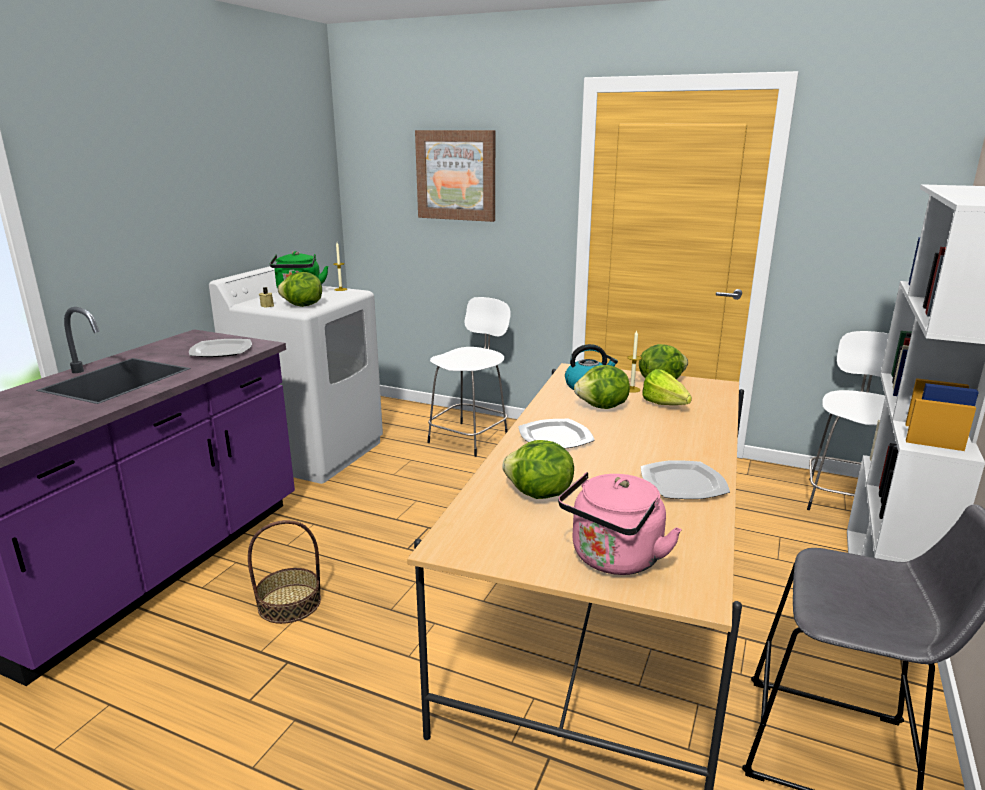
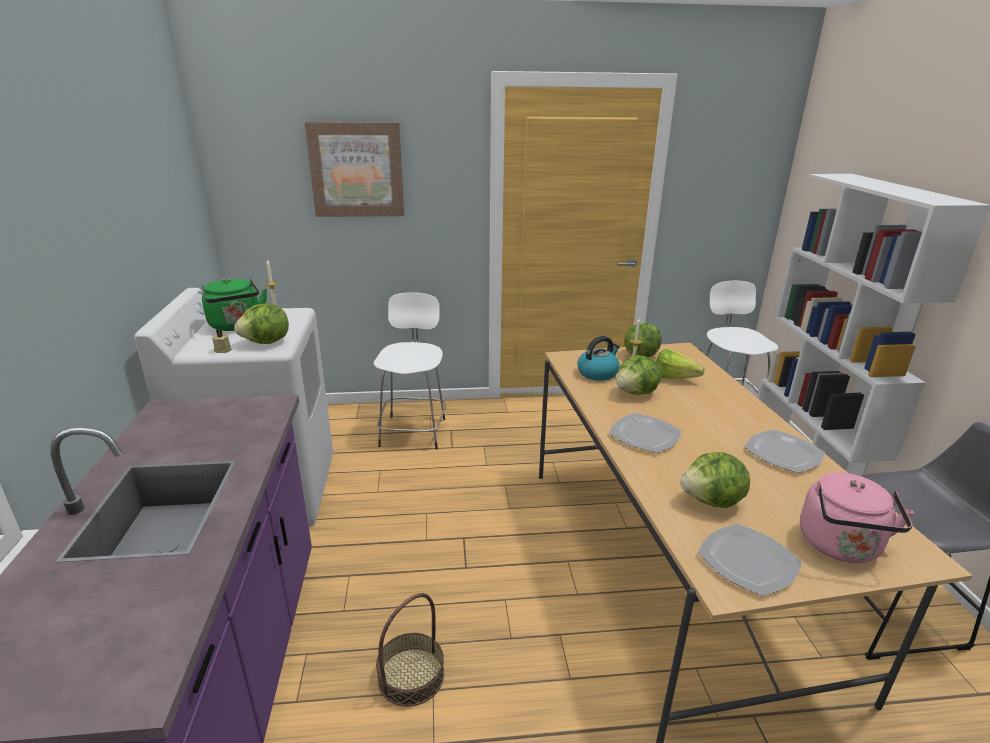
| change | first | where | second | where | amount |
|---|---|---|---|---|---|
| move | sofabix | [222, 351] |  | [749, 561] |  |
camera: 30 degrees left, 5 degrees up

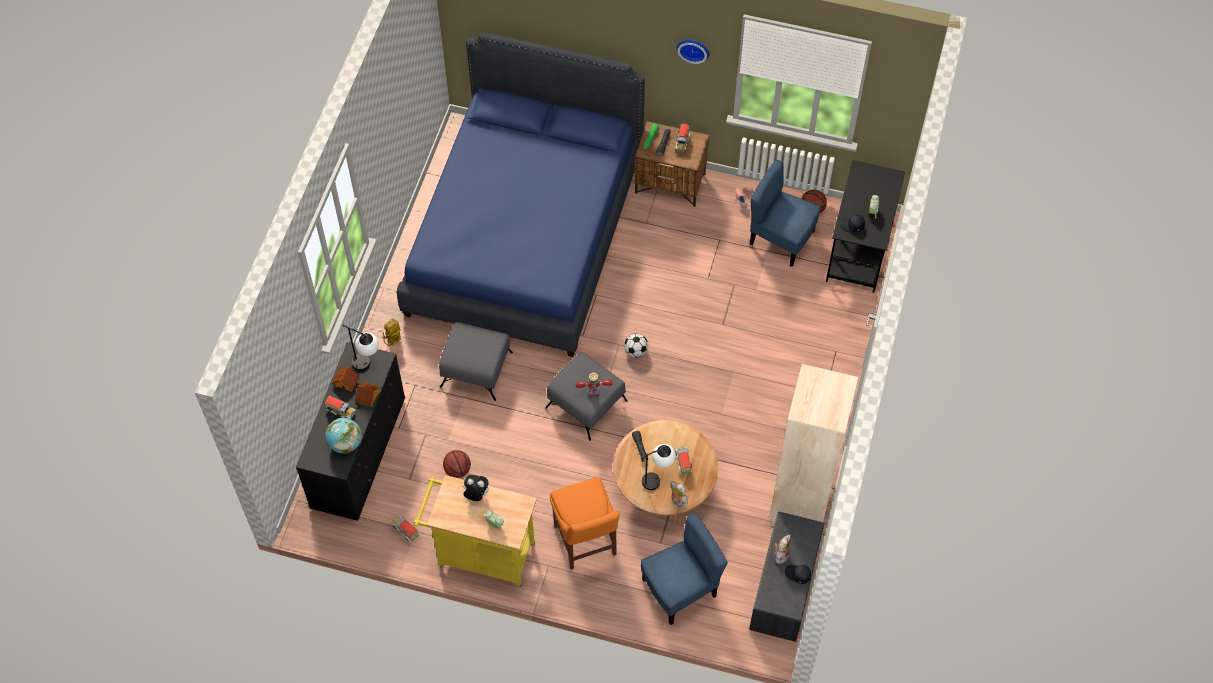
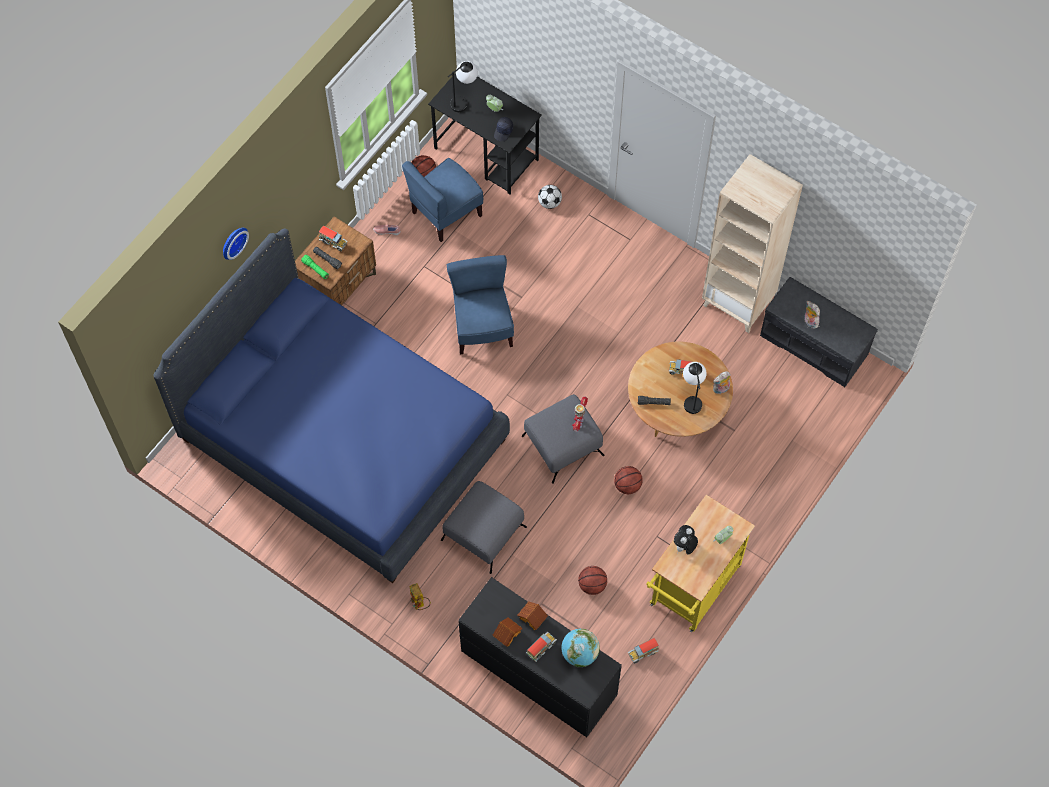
| change | first | where | second | where | amount |
|---|---|---|---|---|---|
| move | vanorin | [693, 48] |  | [232, 241] |  |
| move | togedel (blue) | [680, 589] |  | [482, 327] |  |
| move | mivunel | [368, 365] |  | [464, 100] |  |
| move | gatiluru | [636, 351] |  | [549, 203] |  |
| insert |  |  | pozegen | [627, 485] |  |
| delete | togedel (orange) | [586, 543] |  |  |  |
| delete | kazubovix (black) | [797, 575] |  |  |  |
camera: 70 degrees left, 5 degrees up

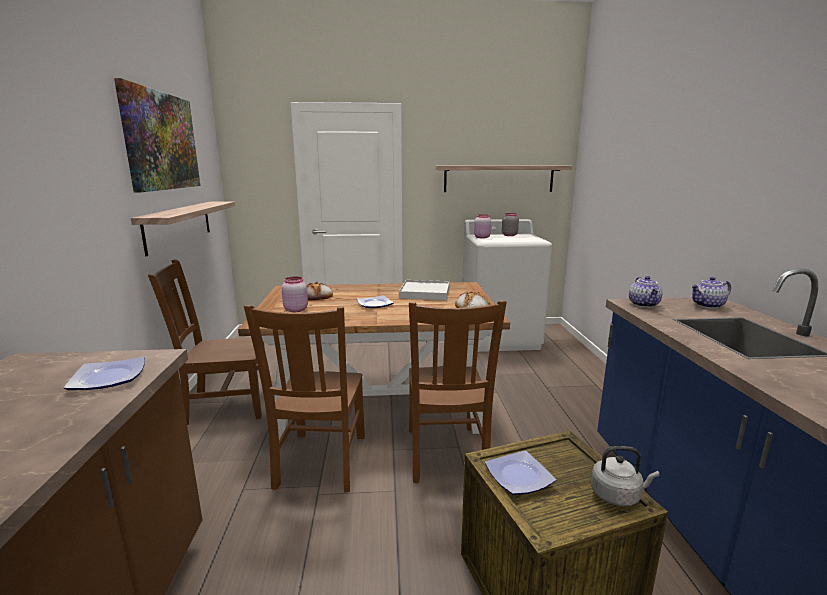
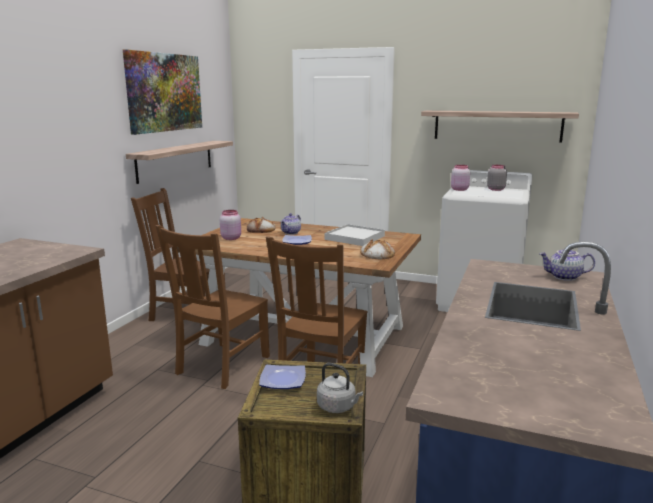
| change | first | where | second | where | amount |
|---|---|---|---|---|---|
| move | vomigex | [644, 304] |  | [291, 233] |  |
| delete | sofabix | [109, 378] |  |  |  |
camera: 25 degrees right, 0 degrees up

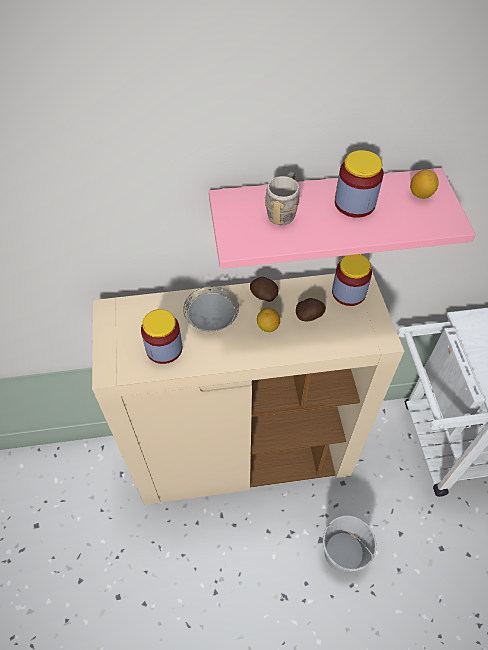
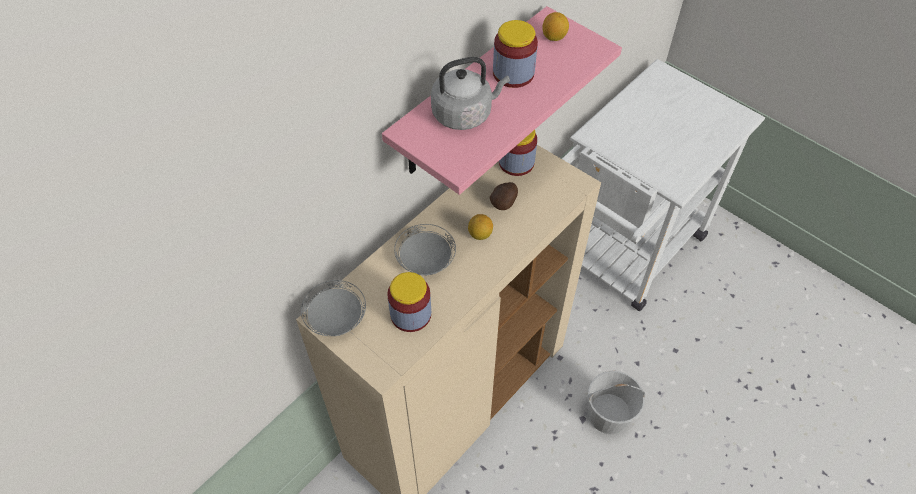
| change | first | where | second | where | amount |
|---|---|---|---|---|---|
| insert |  |  | sofabix (grey) | [335, 318] |  |
| replace | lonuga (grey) | [283, 211] | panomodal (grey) | [465, 113] |  |
| delete | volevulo | [263, 295] |  |  |  |
camera: 40 degrees left, 0 degrees up

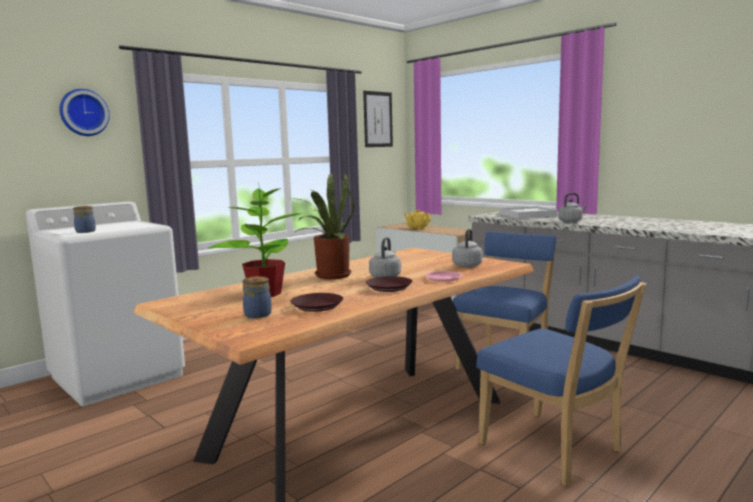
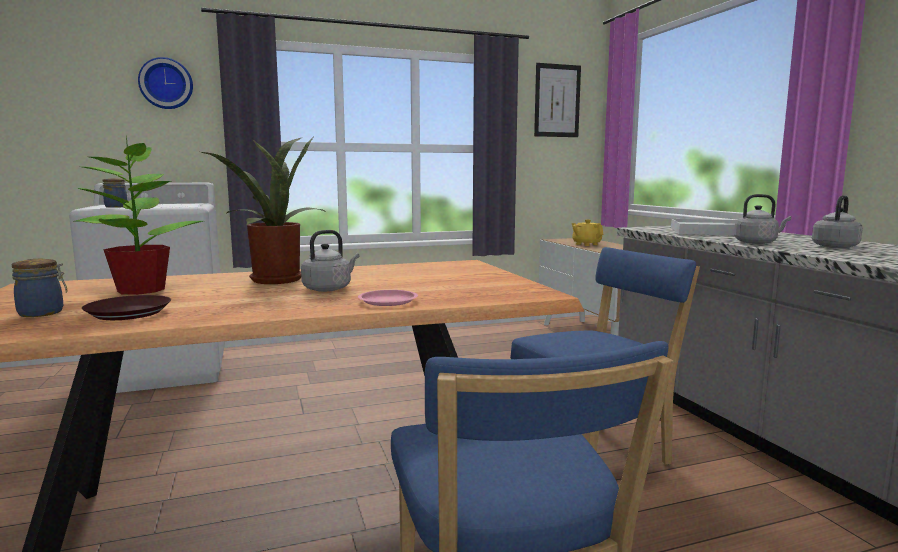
| change | first | where | second | where | amount |
|---|---|---|---|---|---|
| move | panomodal (grey) | [467, 265] |  | [835, 246] |  |
| delete | sofabix (brown) | [388, 287] |  |  |  |
camera: 25 degrees right, 0 degrees up

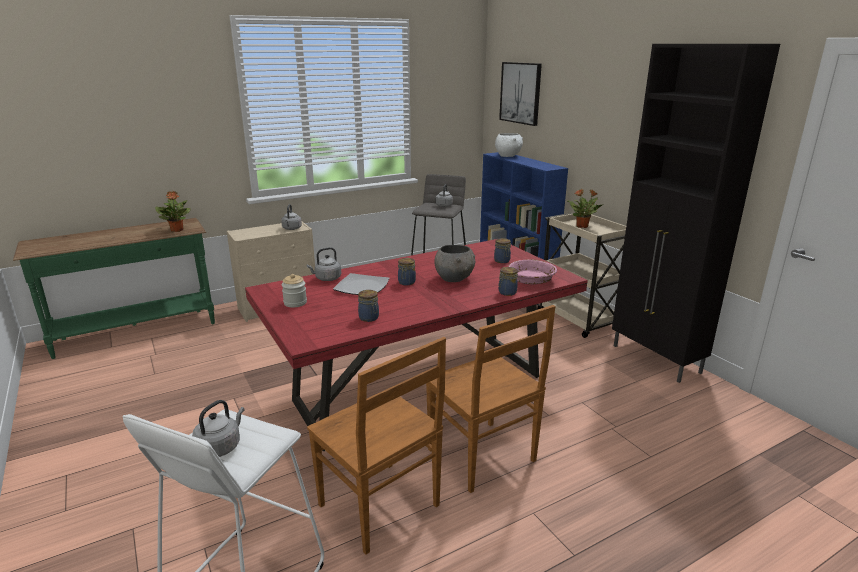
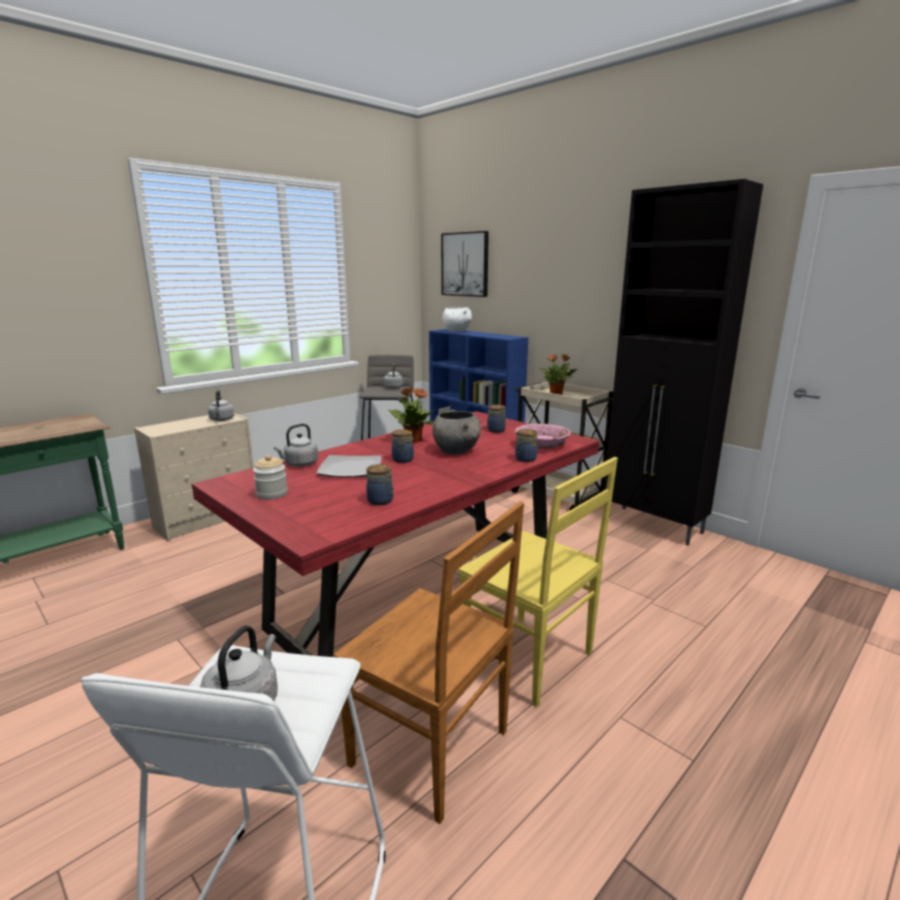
| change | first | where | second | where | amount |
|---|---|---|---|---|---|
| move | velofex | [177, 230] |  | [413, 440] |  |
| recolor | togedel (brown) | [483, 457] | togedel (yellow) | [530, 659] |  |
camera: 15 degrees left, 5 degrees down

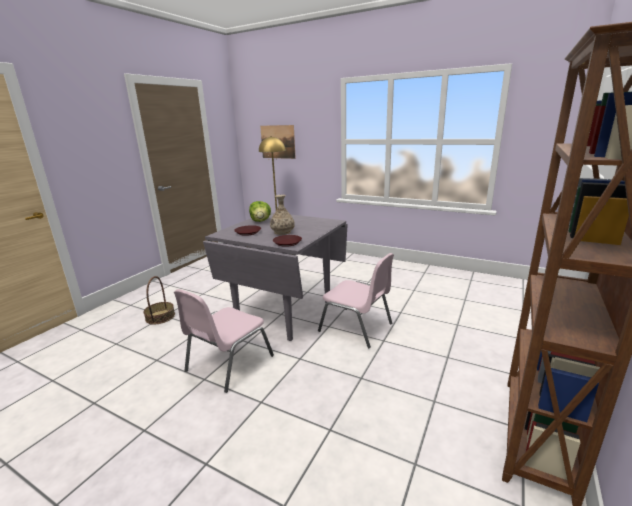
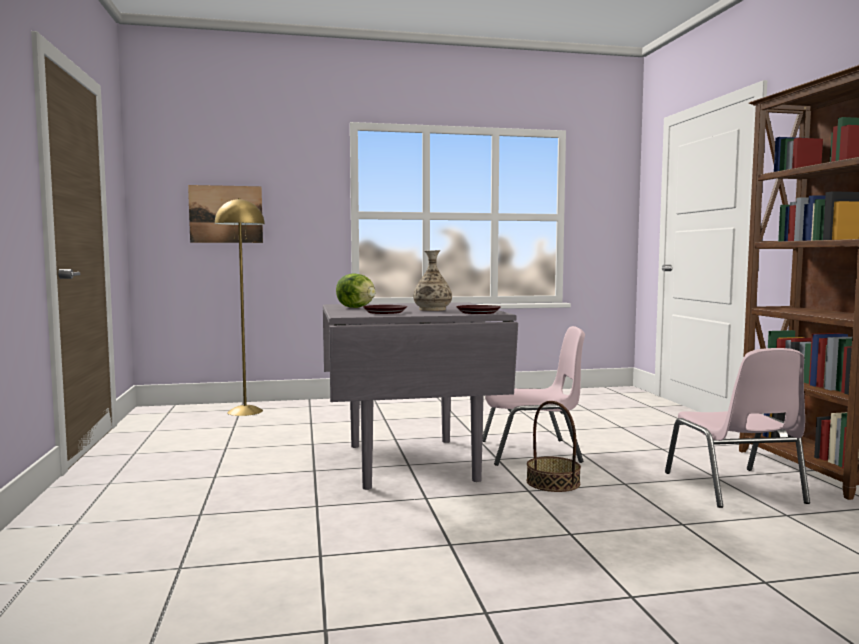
| change | first | where | second | where | amount |
|---|---|---|---|---|---|
| move | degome | [160, 317] |  | [553, 482] |  |
| move | togedel (pink) | [228, 363] |  | [734, 488] |  |
camera: 40 degrees left, 15 degrees down

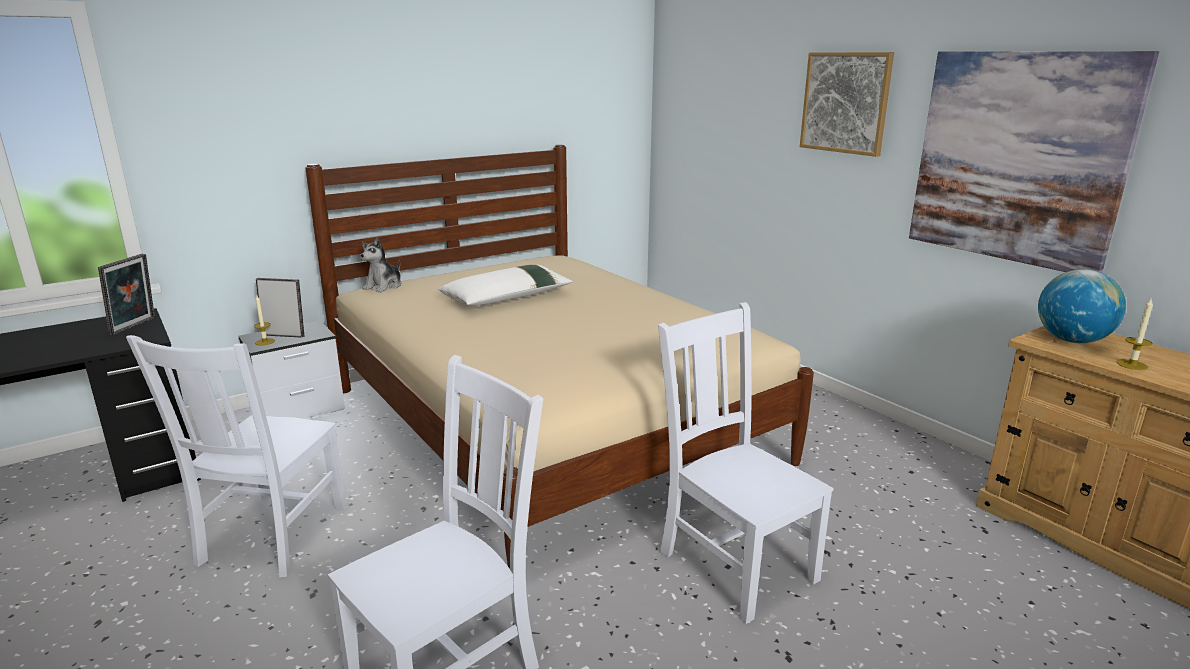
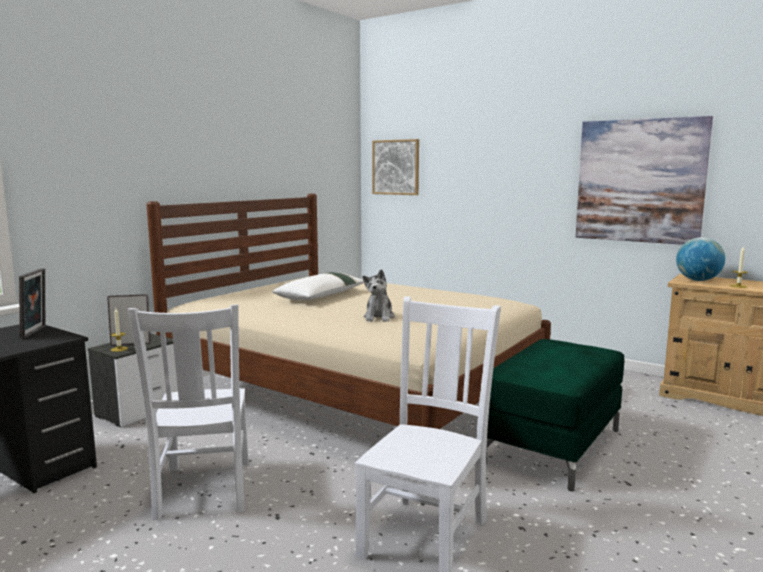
| change | first | where | second | where | amount |
|---|---|---|---|---|---|
| move | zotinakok | [384, 286] |  | [379, 317] |  |
| move | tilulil | [845, 102] |  | [396, 167] |  |
| replace | togedel (white) | [733, 563] | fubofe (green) | [553, 445] |  |
camera: 20 degrees left, 10 degrees down

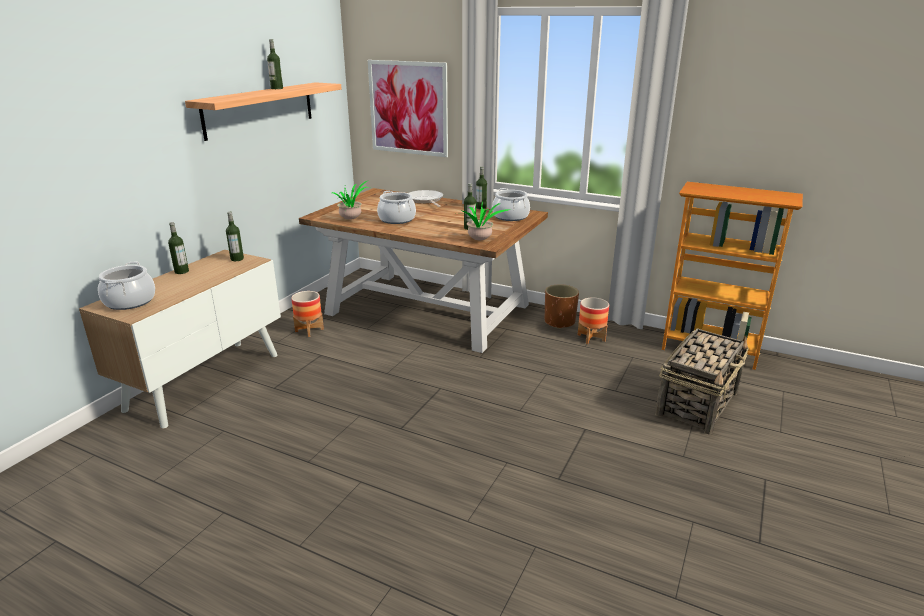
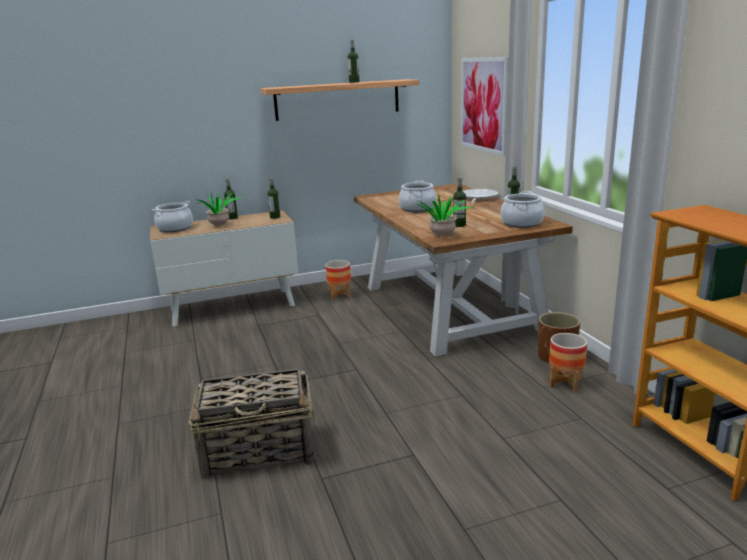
| change | first | where | second | where | amount |
|---|---|---|---|---|---|
| move | degome | [697, 403] |  | [260, 451] |  |
| move | velofex | [352, 220] |  | [220, 226] |  |
camera: 45 degrees right, 5 degrees down

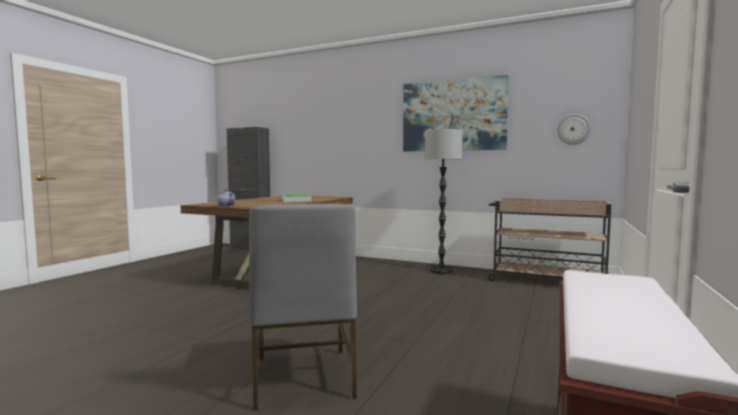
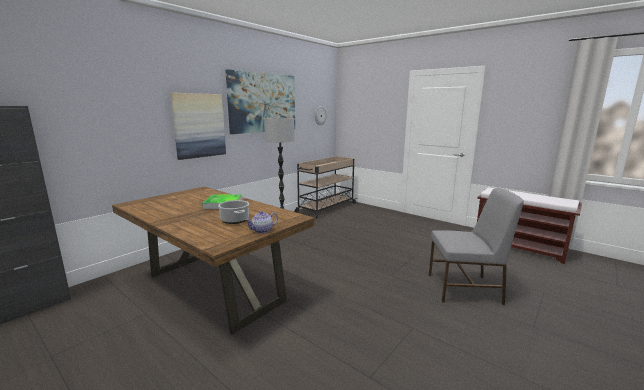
| change | first | where | second | where | amount |
|---|---|---|---|---|---|
| insert |  |  | tilulil | [199, 125] |  |
| insert |  |  | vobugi | [234, 220] |  |
camera: 75 degrees left, 10 degrees up

